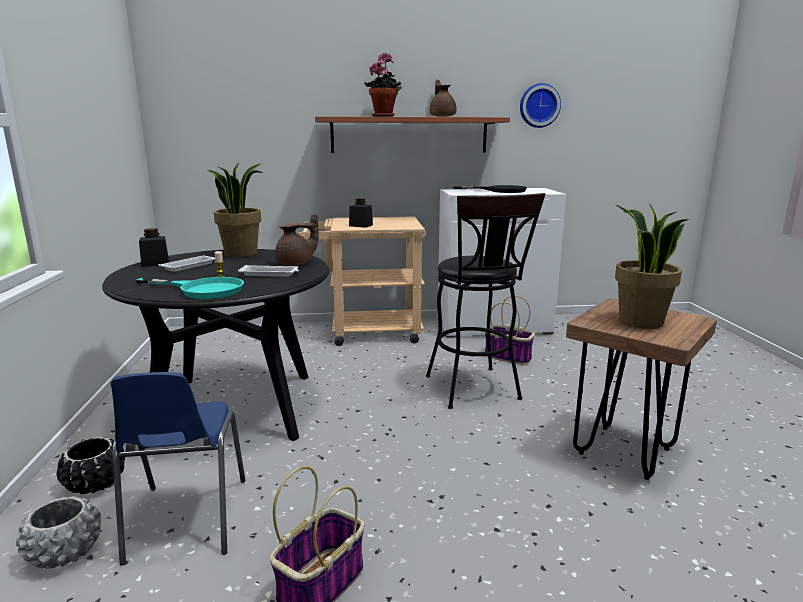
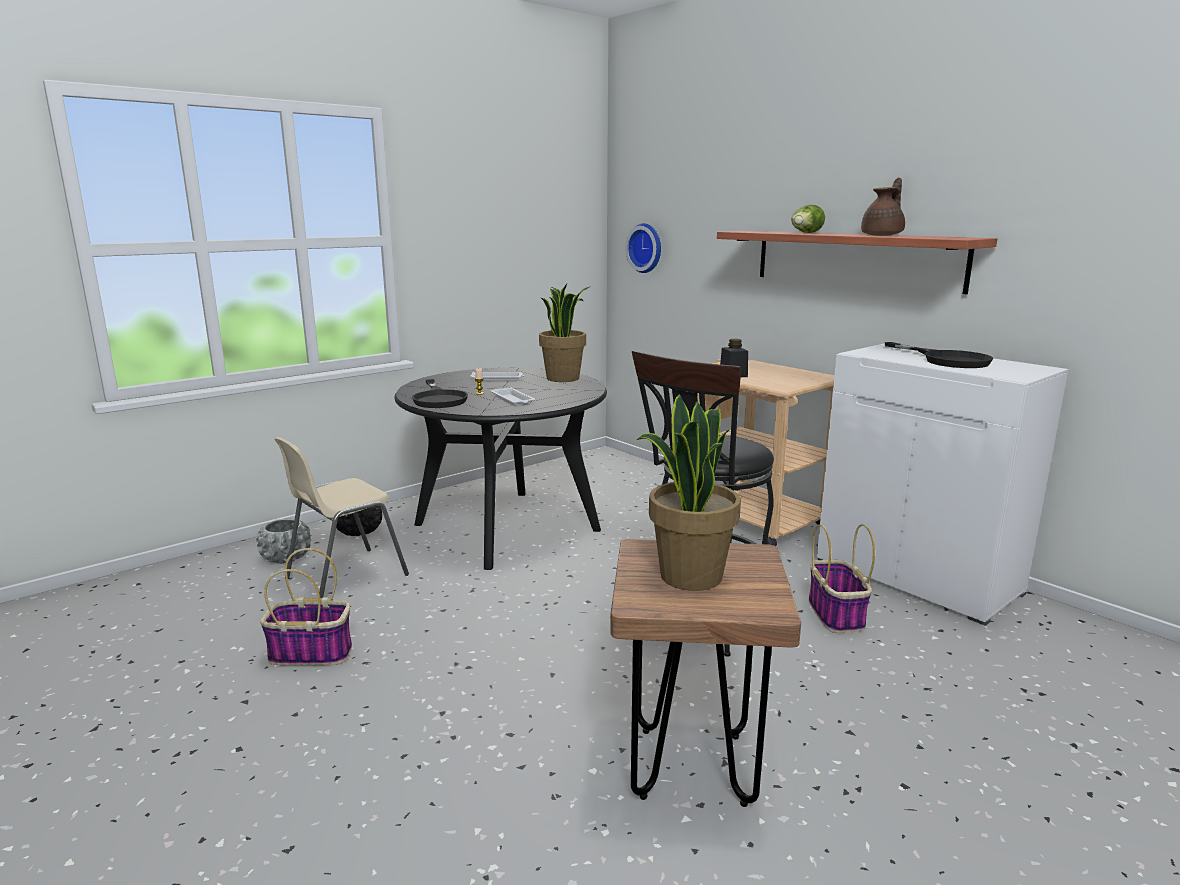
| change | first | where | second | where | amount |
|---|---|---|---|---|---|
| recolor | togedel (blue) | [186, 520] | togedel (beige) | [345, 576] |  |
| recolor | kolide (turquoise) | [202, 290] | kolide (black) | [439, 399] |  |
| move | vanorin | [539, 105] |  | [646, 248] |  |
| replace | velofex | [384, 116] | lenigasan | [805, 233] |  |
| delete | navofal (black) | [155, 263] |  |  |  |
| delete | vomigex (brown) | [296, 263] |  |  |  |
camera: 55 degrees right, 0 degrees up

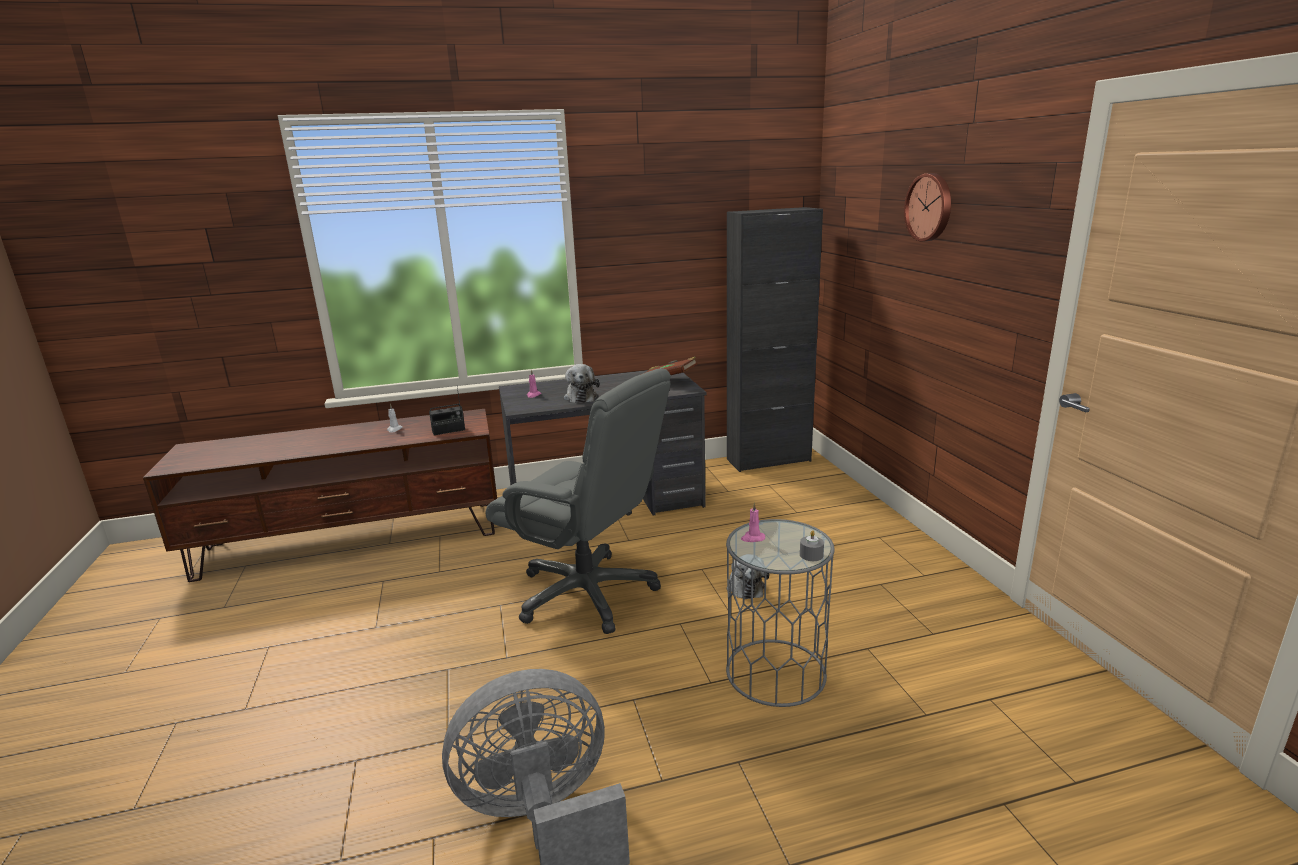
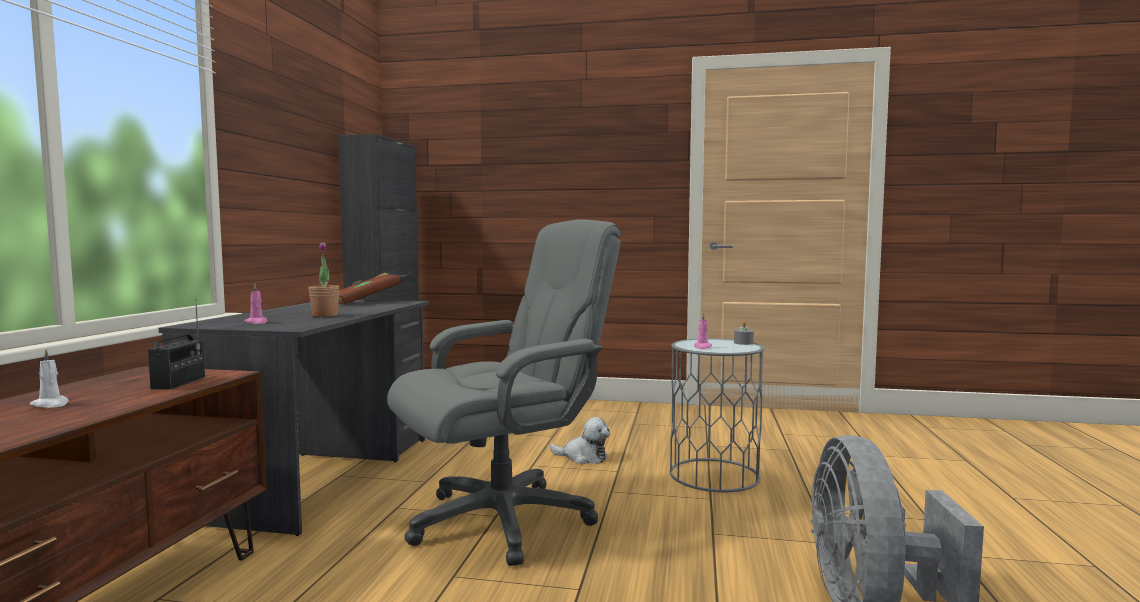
| change | first | where | second | where | amount |
|---|---|---|---|---|---|
| replace | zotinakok | [580, 397] | velofex | [325, 315] |  |
| delete | vanorin | [930, 207] |  |  |  |
camera: 65 degrees left, 15 degrees down

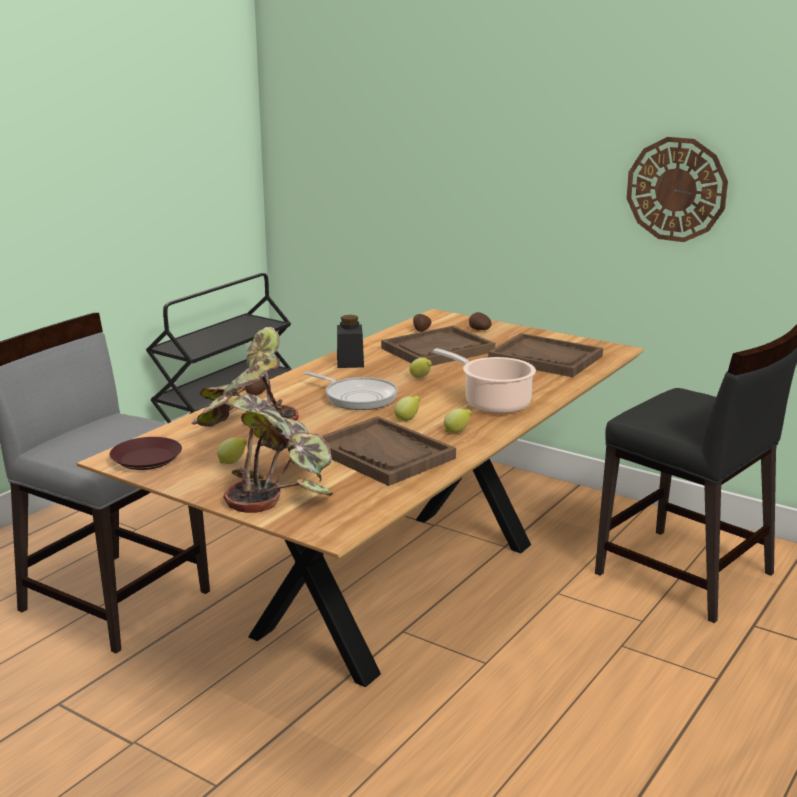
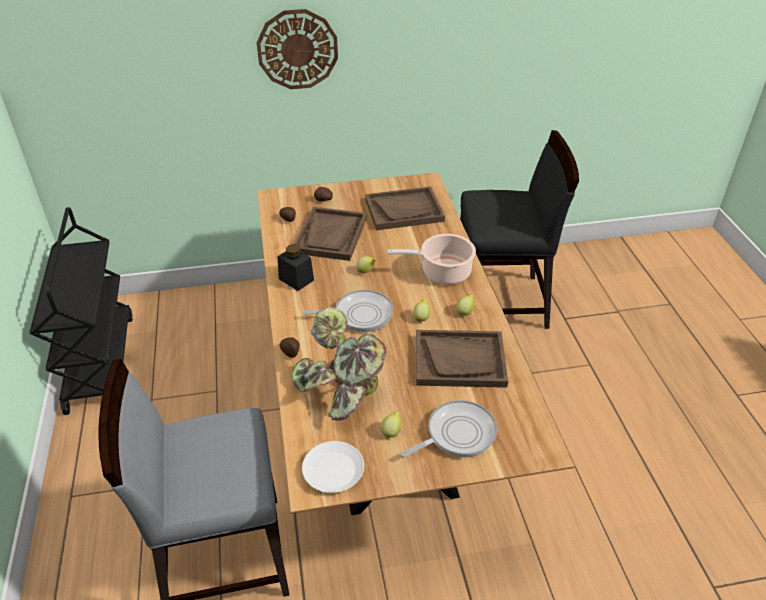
| change | first | where | second | where | amount |
|---|---|---|---|---|---|
| move | vanorin | [676, 189] |  | [297, 49] |  |
| recolor | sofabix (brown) | [147, 459] | sofabix (white) | [334, 470] |  |
| replace | velofex | [280, 488] | kolide | [457, 434] |  |
camera: 45 degrees left, 20 degrees up

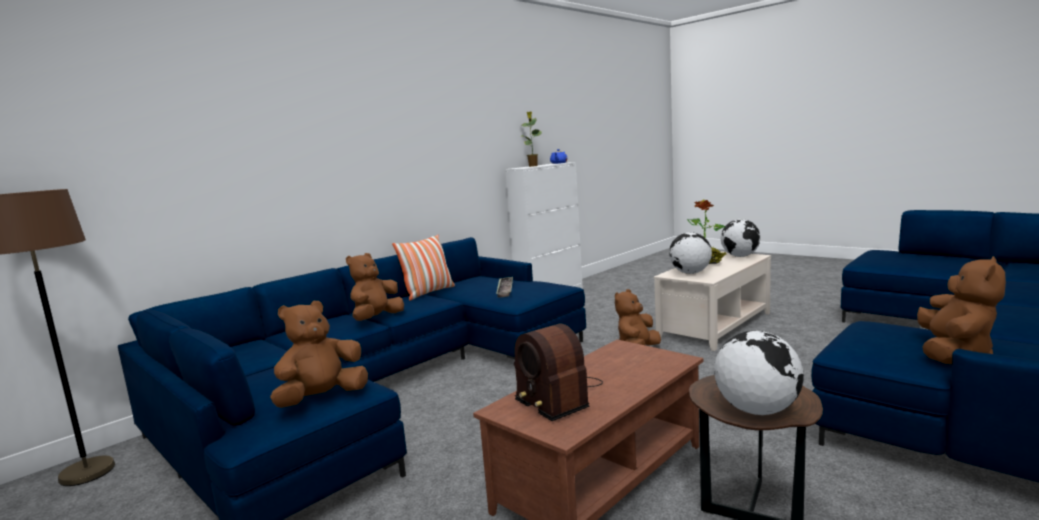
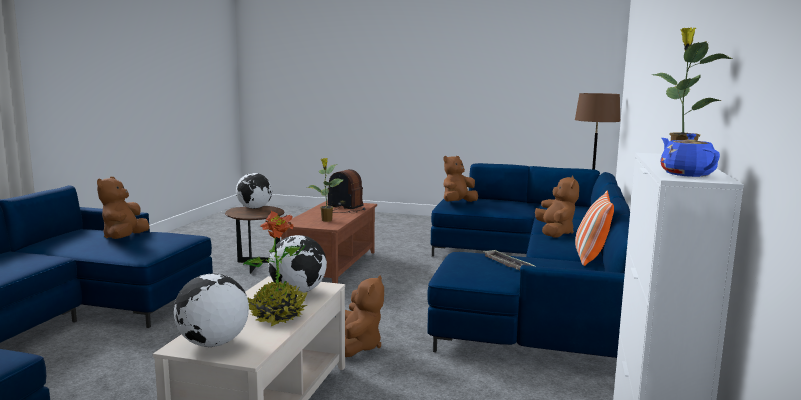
| change | first | where | second | where | amount |
|---|---|---|---|---|---|
| insert |  |  | velofex | [326, 220] |  |
| rotate | zotinakok (brown) | [322, 398] |  | [458, 203] | 150 degrees counterclockwise |
camera: 150 degrees right, 0 degrees up

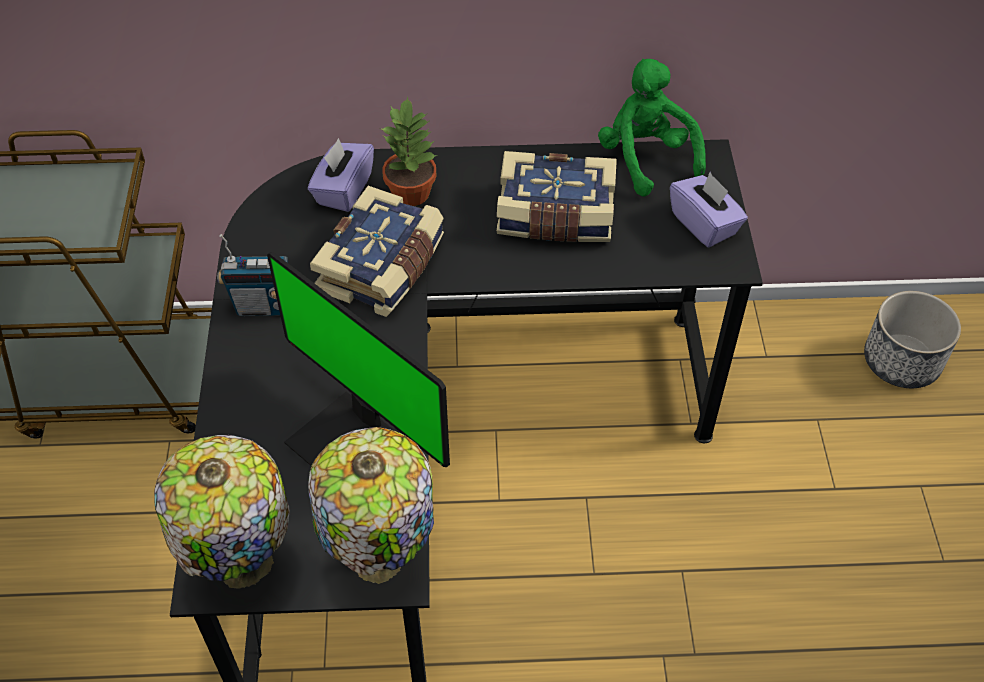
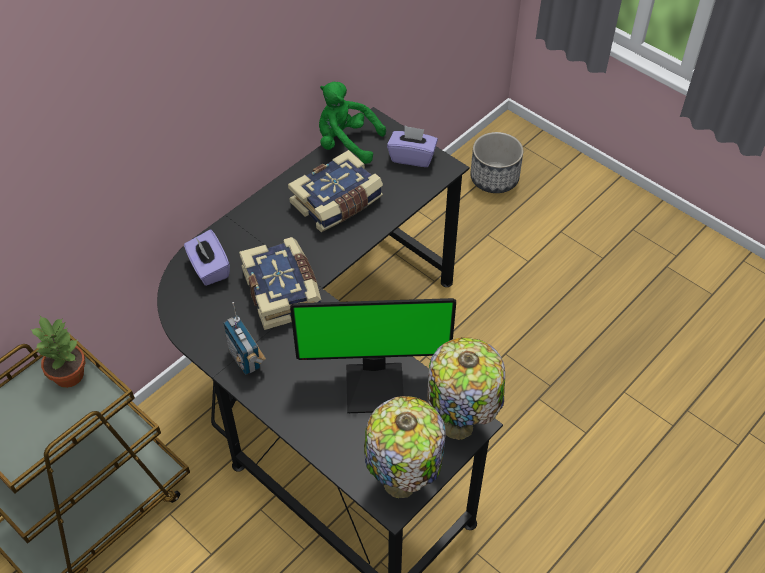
| change | first | where | second | where | amount |
|---|---|---|---|---|---|
| move | velofex | [412, 192] |  | [69, 374] |  |
| rotate | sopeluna | [263, 306] |  | [246, 359] | 105 degrees clockwise |
camera: 45 degrees left, 0 degrees up

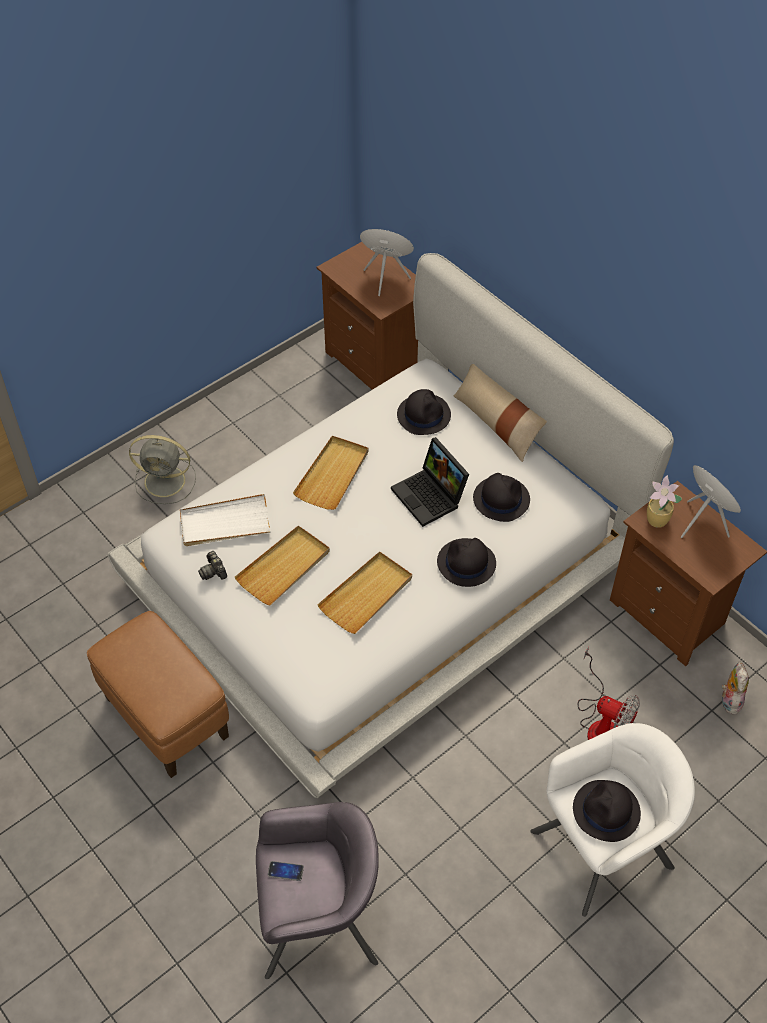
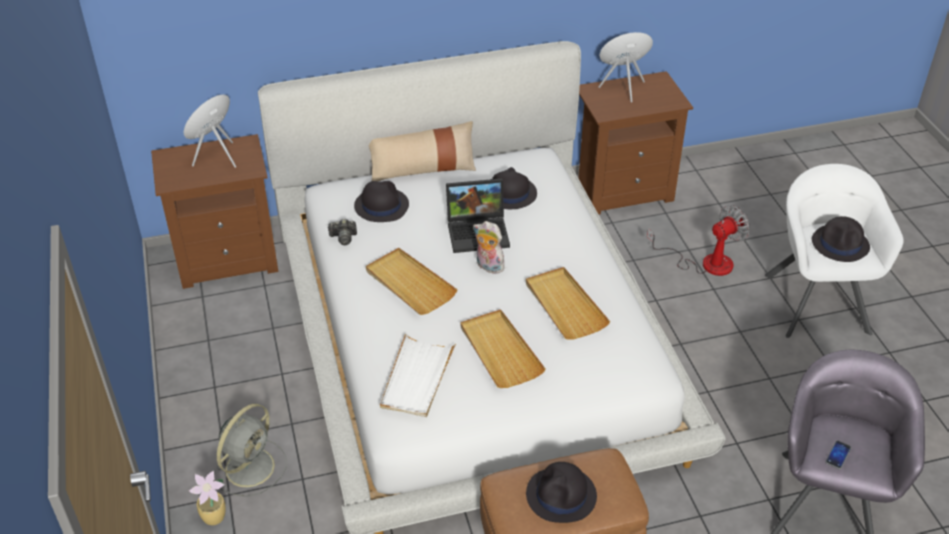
| change | first | where | second | where | amount |
|---|---|---|---|---|---|
| move | velofex | [657, 521] |  | [215, 517] |  |
| move | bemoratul | [213, 571] |  | [343, 237] |  |
| move | zotinakok | [729, 700] |  | [488, 267] |  |
| move | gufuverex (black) | [466, 563] |  | [561, 496] |  |
camera: 65 degrees left, 10 degrees down

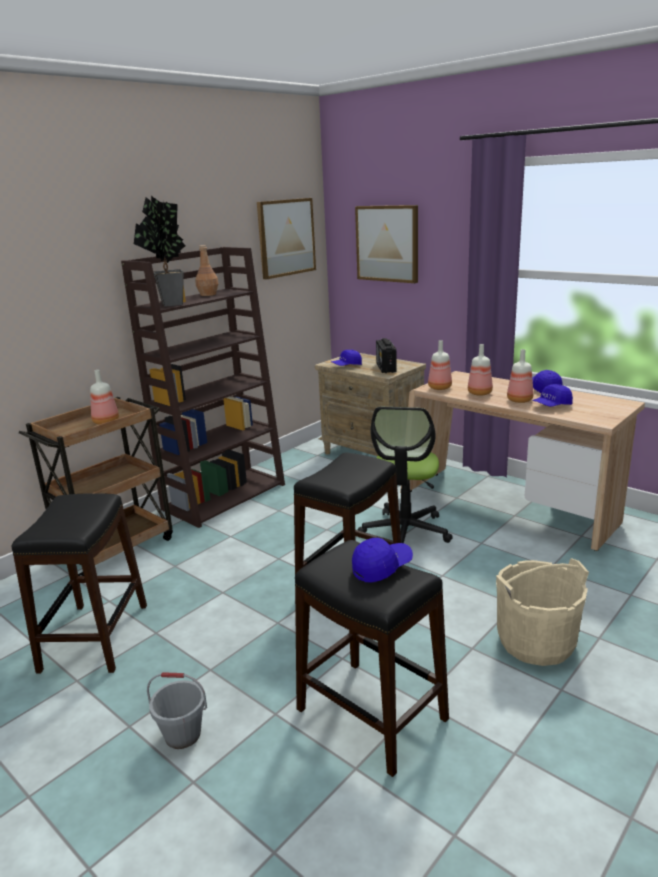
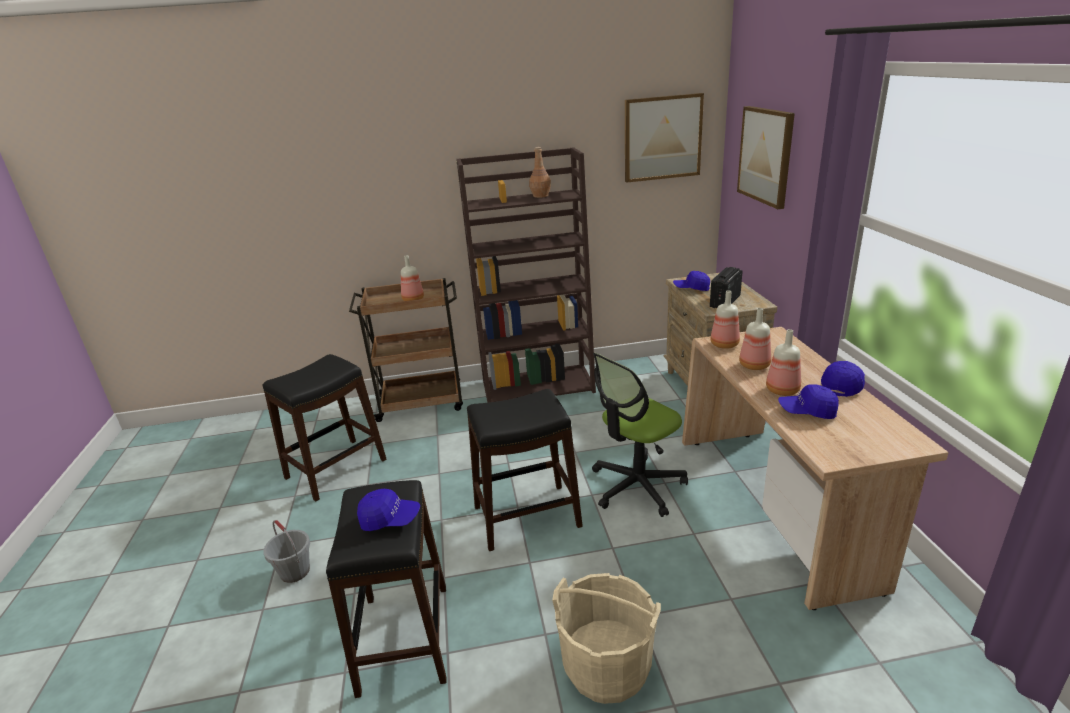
| change | first | where | second | where | amount |
|---|---|---|---|---|---|
| delete | velofex | [170, 305] |  |  |  |
camera: 40 degrees right, 5 degrees up

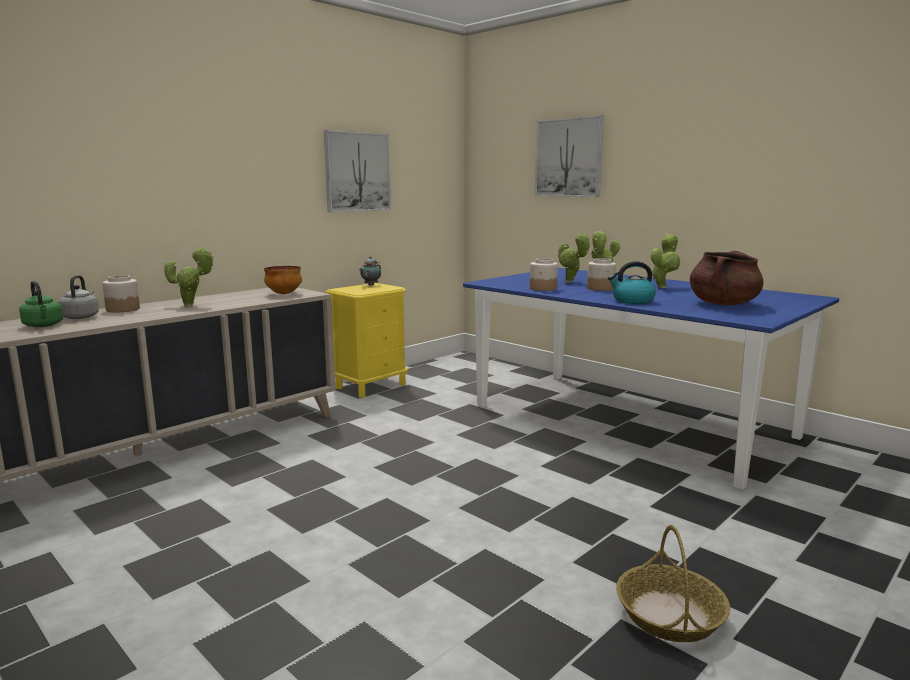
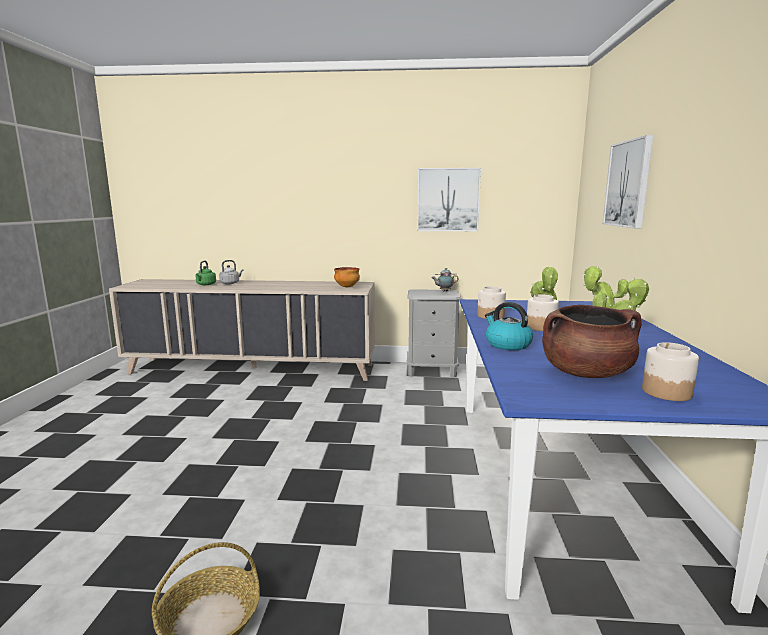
| change | first | where | second | where | amount |
|---|---|---|---|---|---|
| recolor | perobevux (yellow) | [370, 386] | perobevux (grey) | [432, 370] |  |
| move | navofal | [123, 309] |  | [666, 392] |  |
| delete | velofex | [191, 305] |  |  |  |
camera: 50 degrees right, 0 degrees up

